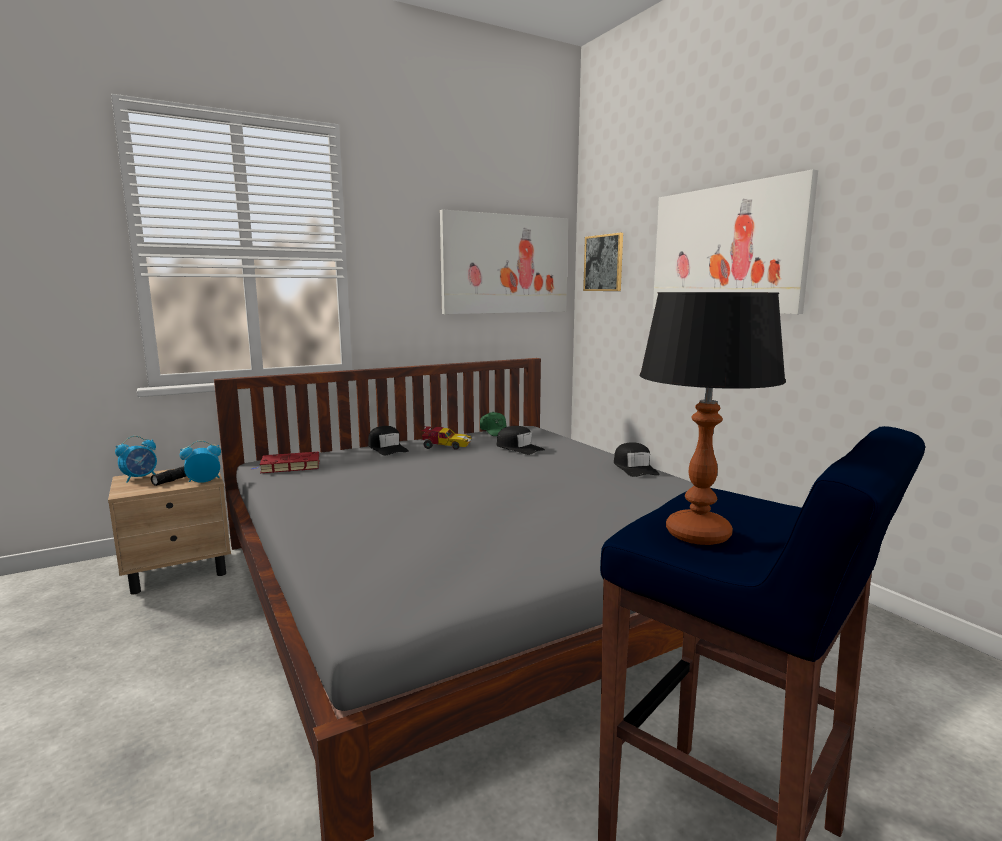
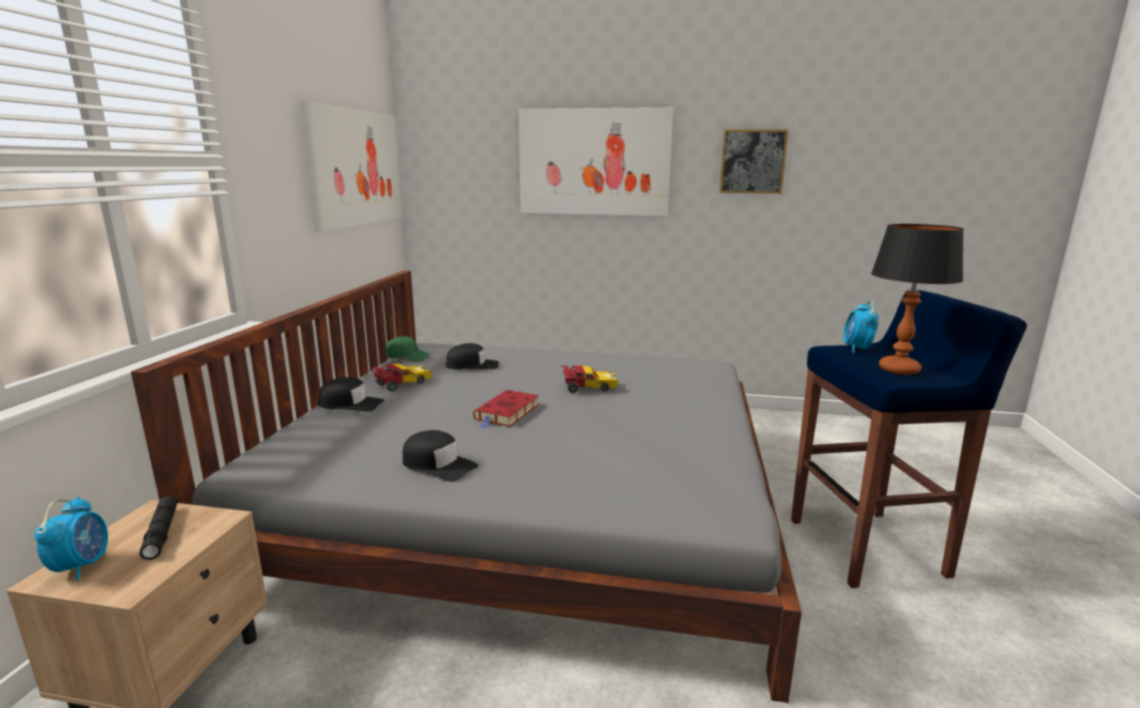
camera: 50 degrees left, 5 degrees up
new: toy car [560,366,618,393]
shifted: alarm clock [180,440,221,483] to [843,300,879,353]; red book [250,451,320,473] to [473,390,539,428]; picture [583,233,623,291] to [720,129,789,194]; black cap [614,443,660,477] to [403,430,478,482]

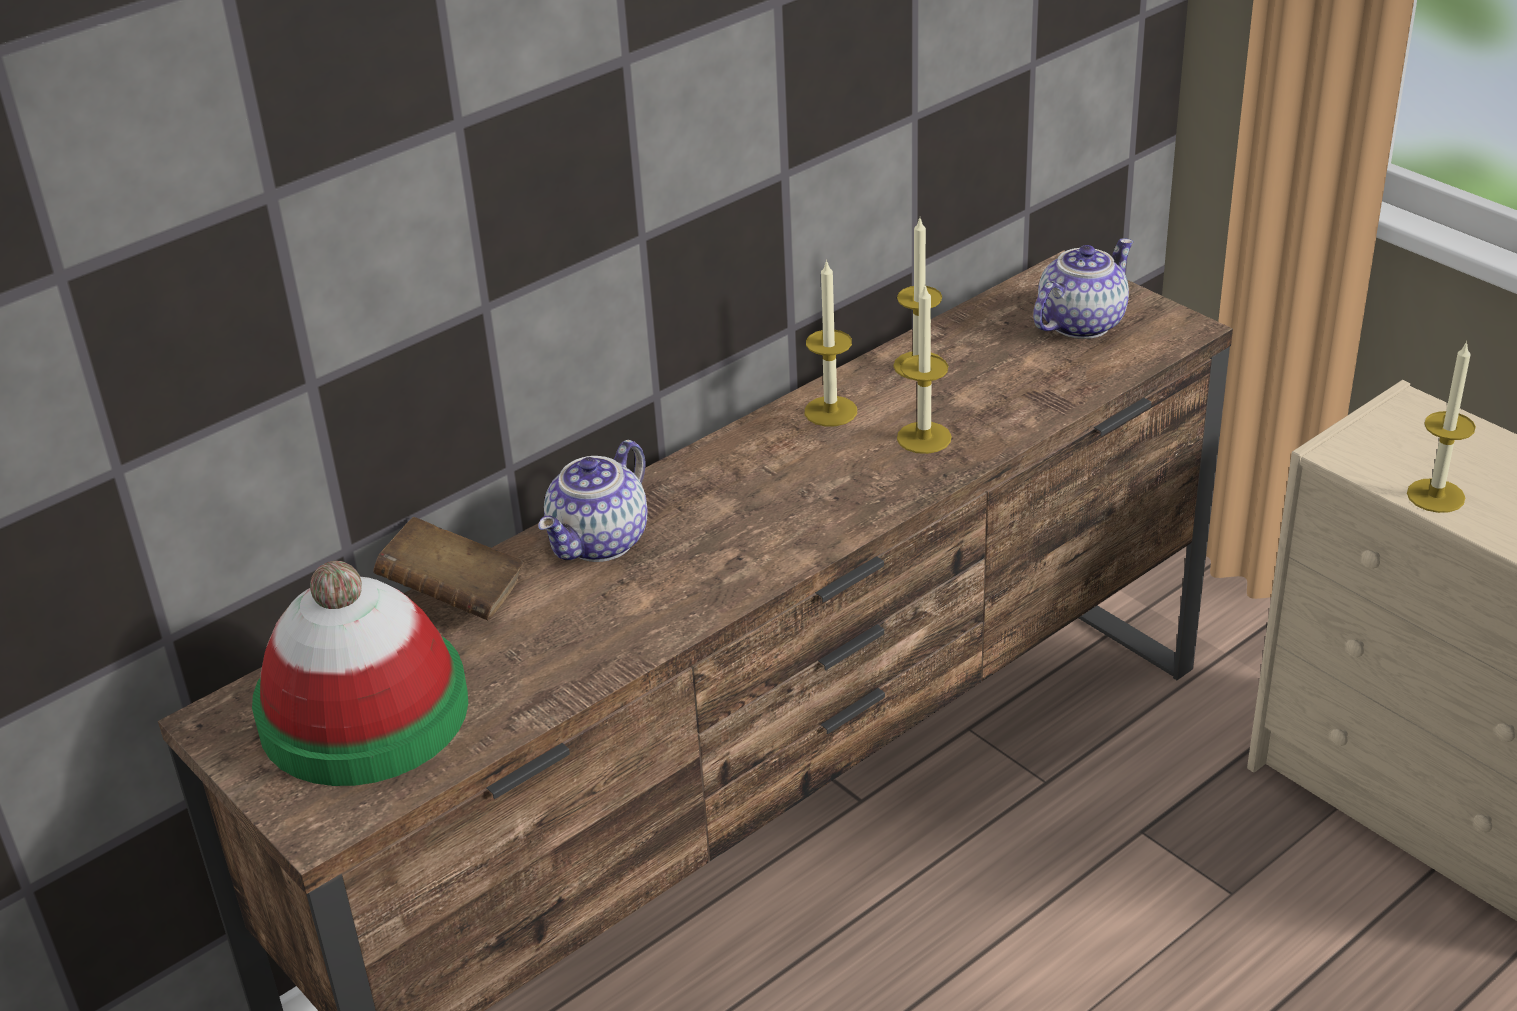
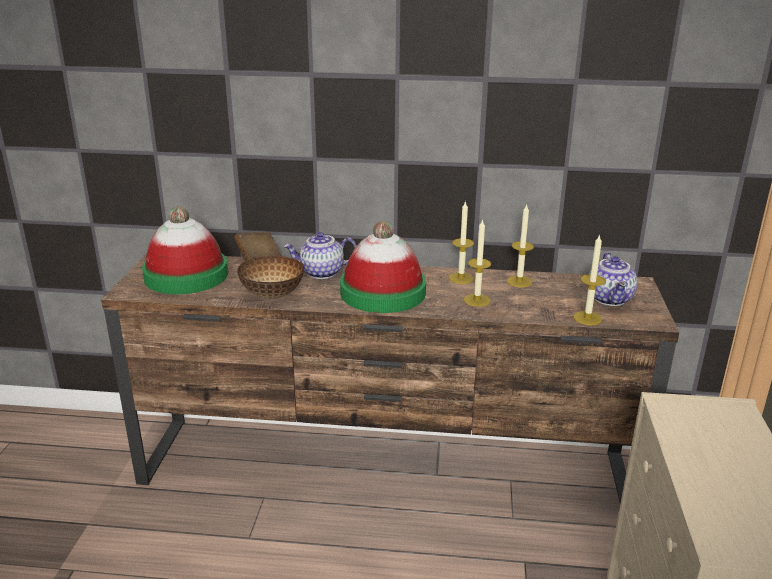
camera: 45 degrees right, 10 degrees down
new: bowl [237,256,305,299]; hat [340,221,426,313]
shifted: candle [1407,341,1476,513] to [573,234,606,325]
rotated: teapot [1033,239,1134,339] = [588,252,637,306] 90 degrees clockwise

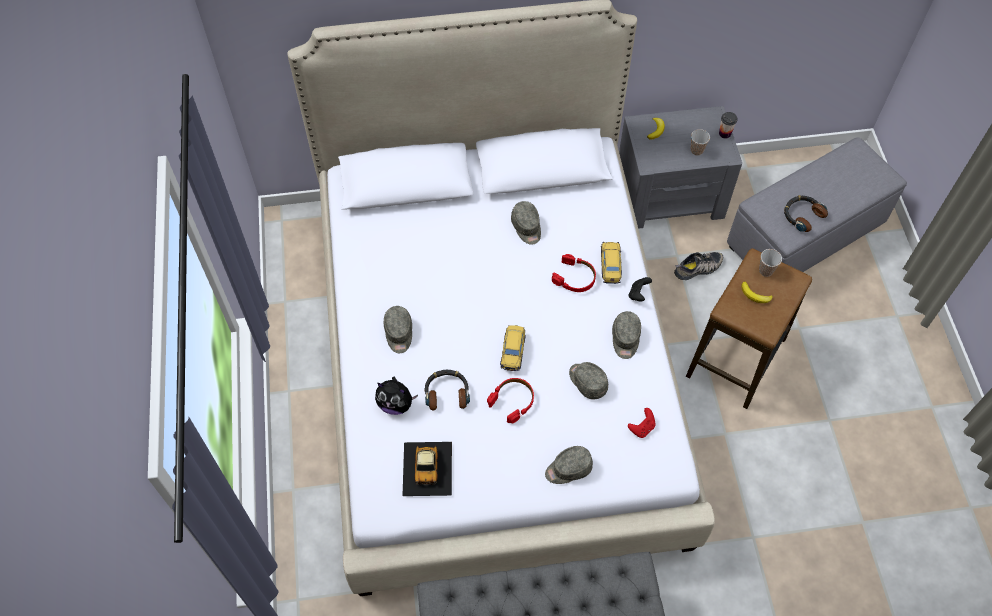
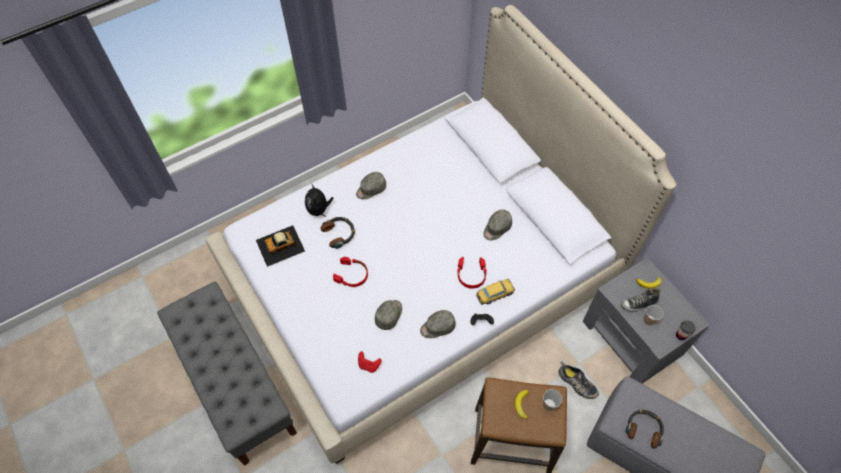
camera: 65 degrees right, 0 degrees up
gone: toy car [500,325,526,371]; grey cap [545,446,593,484]
new: shoe [621,288,661,312]

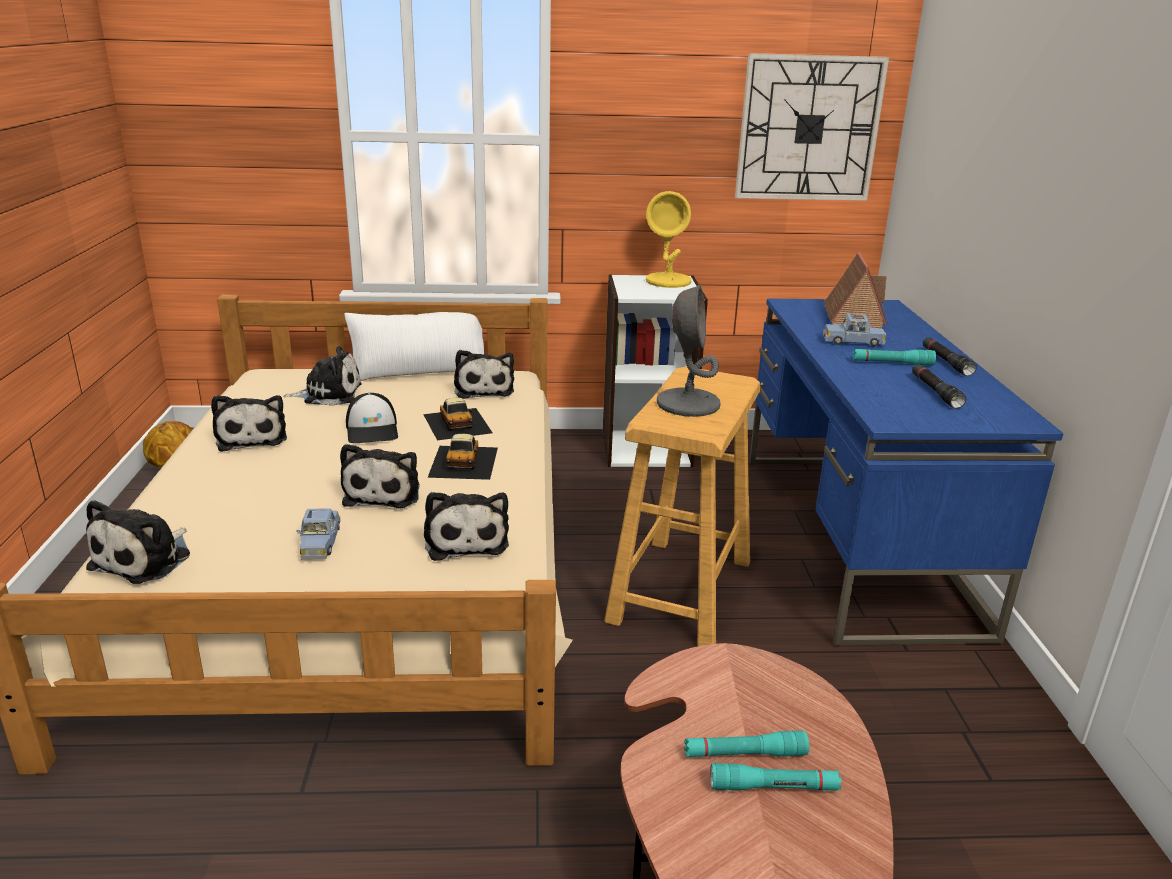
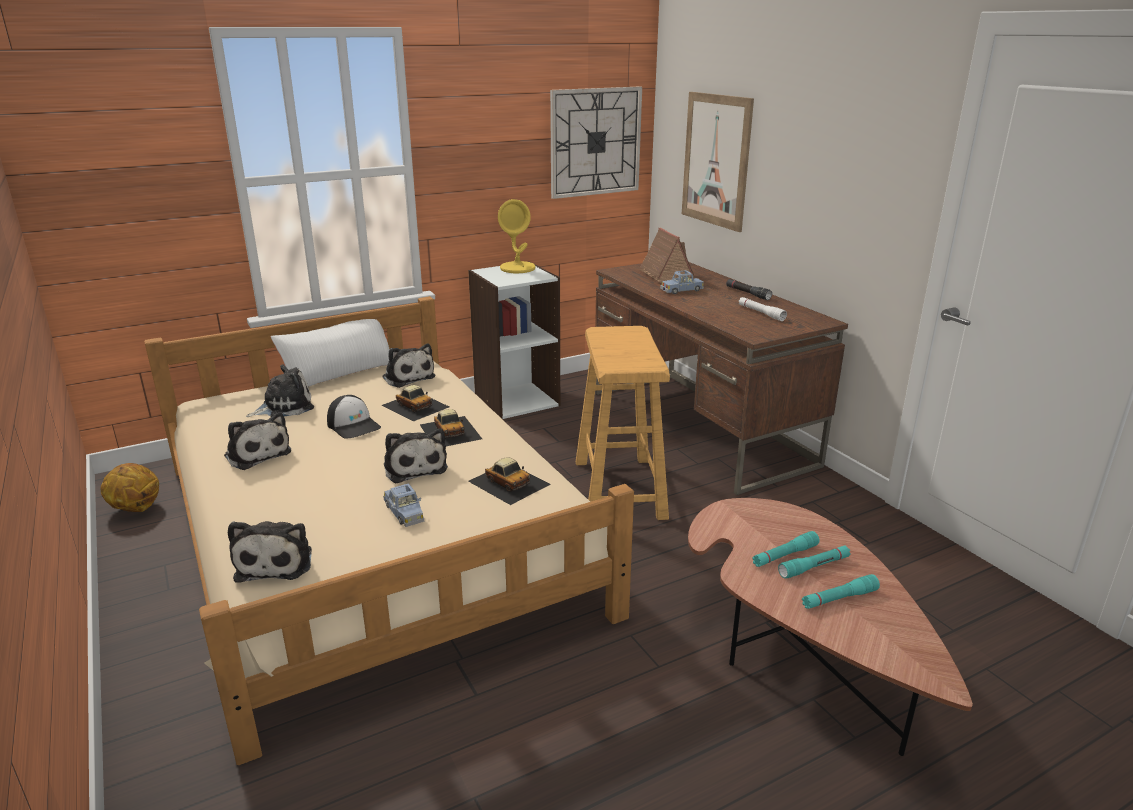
camera: 25 degrees left, 0 degrees up
gone: grey table lamp [657,285,721,417]
new: picture [682,92,754,232]
shifted: turquoise flashlight [852,349,936,366] to [802,574,880,609]
swapped: plush toy [424,492,509,561] to toy car [468,457,551,505]
repainted: blue desk [749,299,1063,645] to brown desk [595,262,848,495]; black flashlight [912,364,966,409] to white flashlight [739,297,787,321]

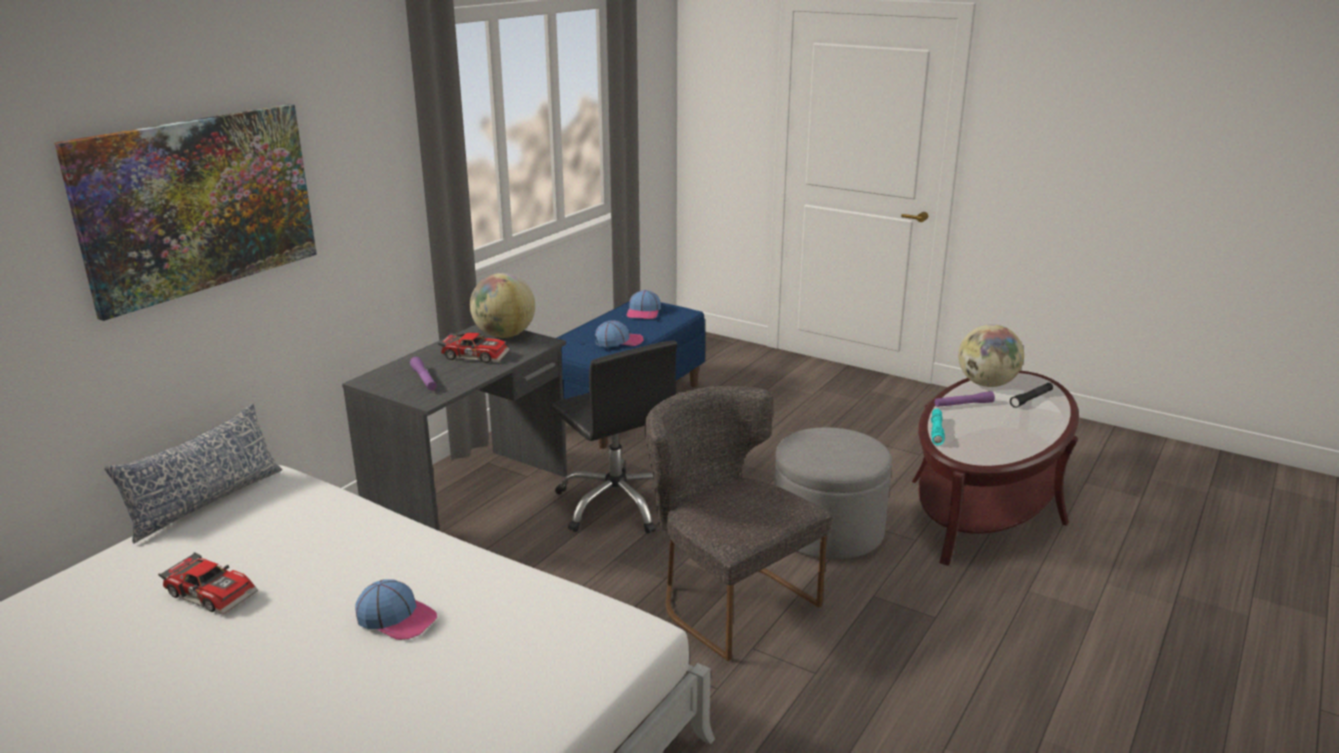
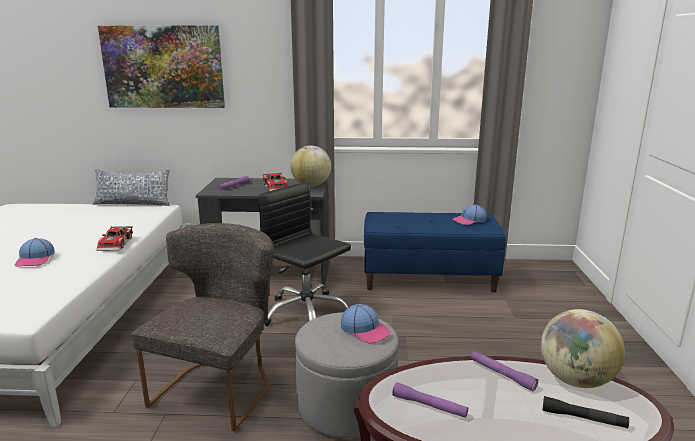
camera: 60 degrees right, 5 degrees down
gone: turquoise flashlight [931,409,945,445]
new: purple flashlight [392,382,468,418]
shifted: toy car [158,552,258,615] to [97,226,133,251]; cap [595,320,644,347] to [341,304,391,343]
rotated: black office chair [551,340,677,534] = [257,182,351,326] 105 degrees clockwise

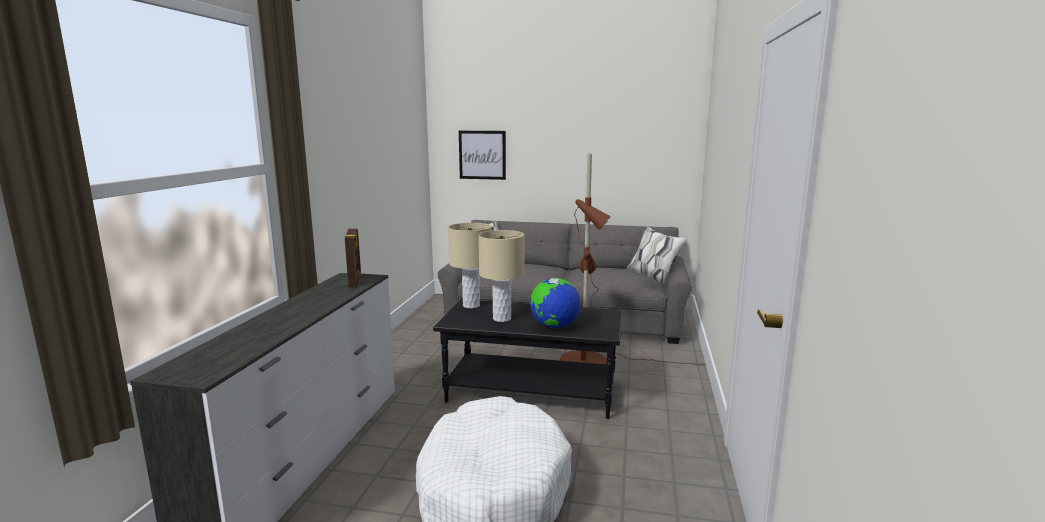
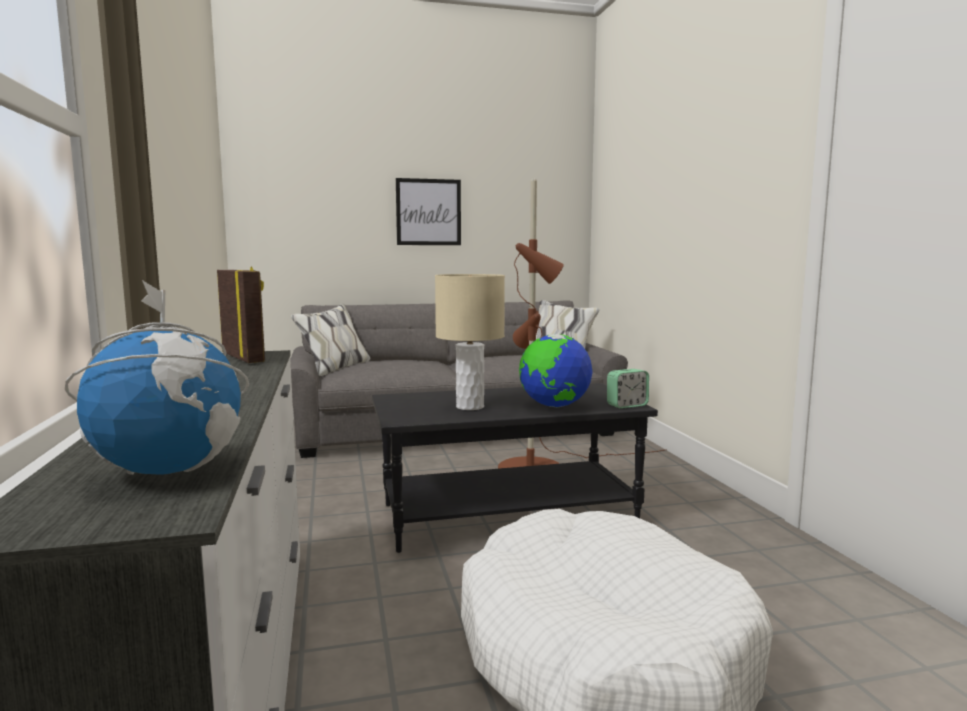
camera: 25 degrees left, 5 degrees down
gone: beige table lamp [448,223,491,308]
new: globe [65,280,249,475]; alarm clock [607,369,649,409]
shifted: picture [459,131,506,180] to [396,178,461,245]

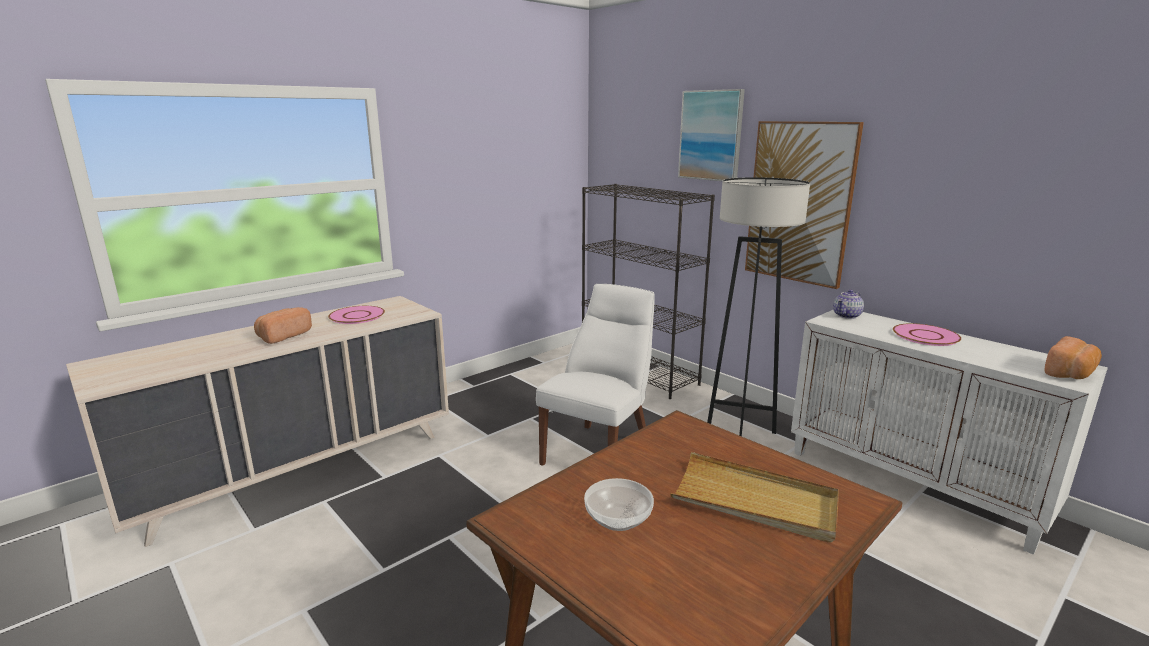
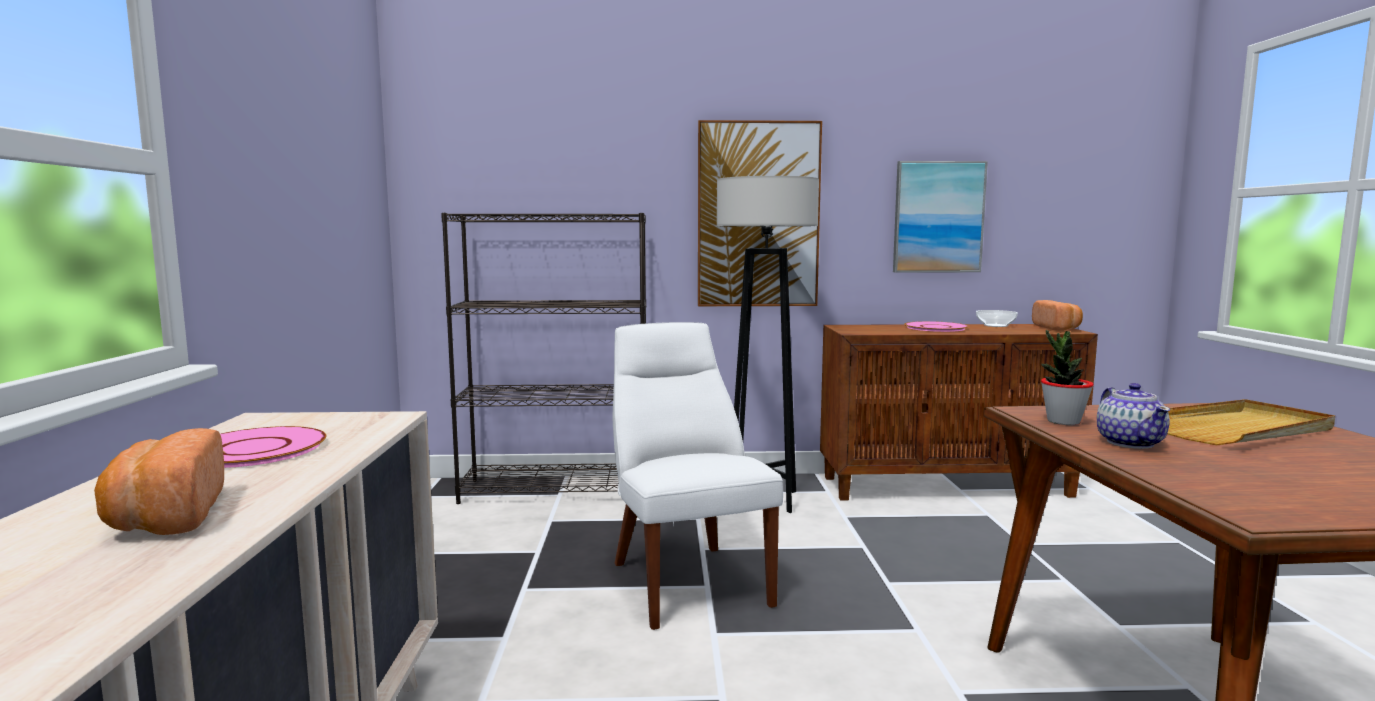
camera: 50 degrees left, 10 degrees down
new: potted plant [1041,330,1094,425]
shifted: bowl [584,478,654,531] to [976,310,1018,327]; picture [678,89,745,181] to [893,161,988,273]; teapot [833,289,864,319] to [1097,383,1170,449]
repainted: white cabinet [791,310,1108,555] to brown cabinet [820,324,1098,501]

